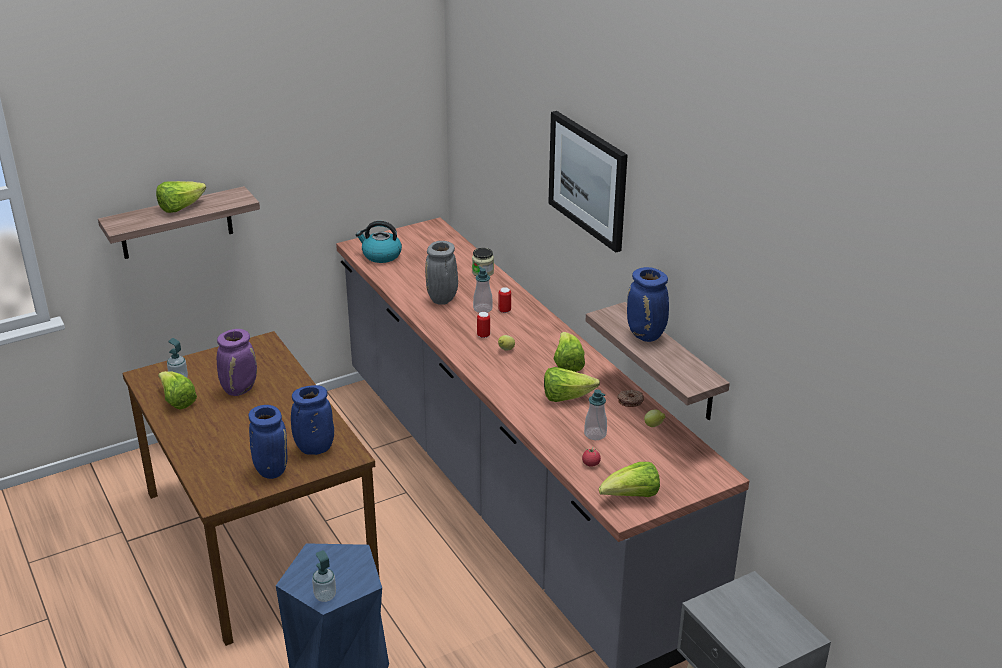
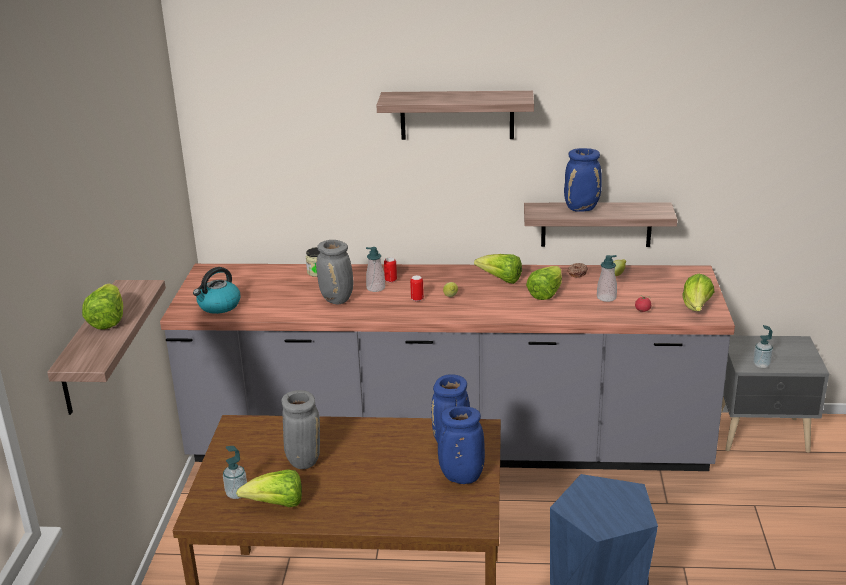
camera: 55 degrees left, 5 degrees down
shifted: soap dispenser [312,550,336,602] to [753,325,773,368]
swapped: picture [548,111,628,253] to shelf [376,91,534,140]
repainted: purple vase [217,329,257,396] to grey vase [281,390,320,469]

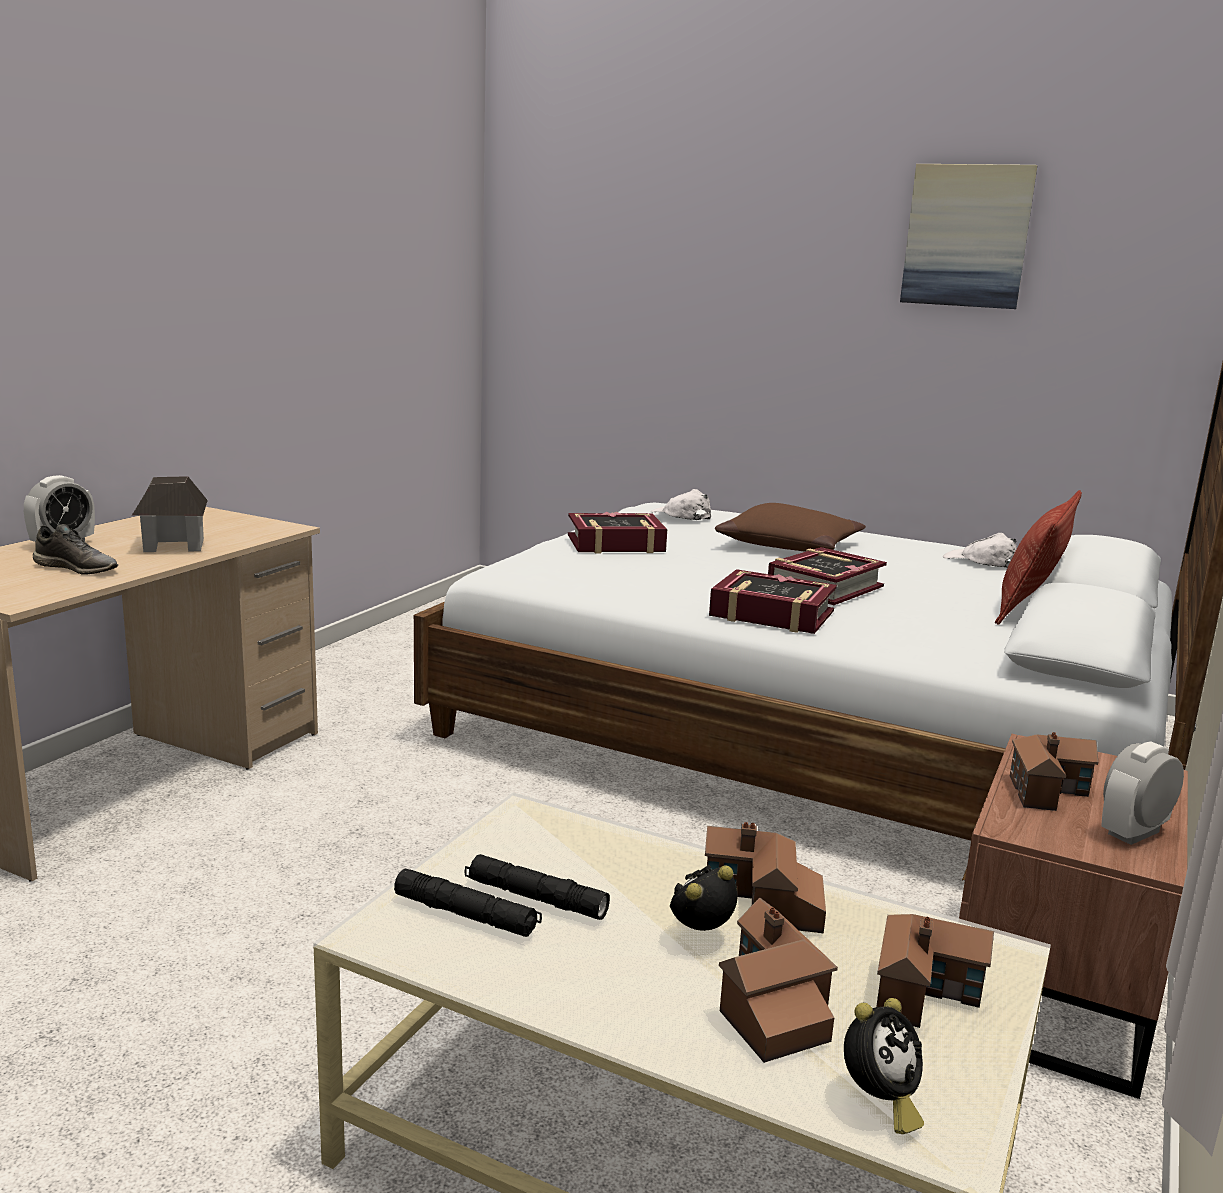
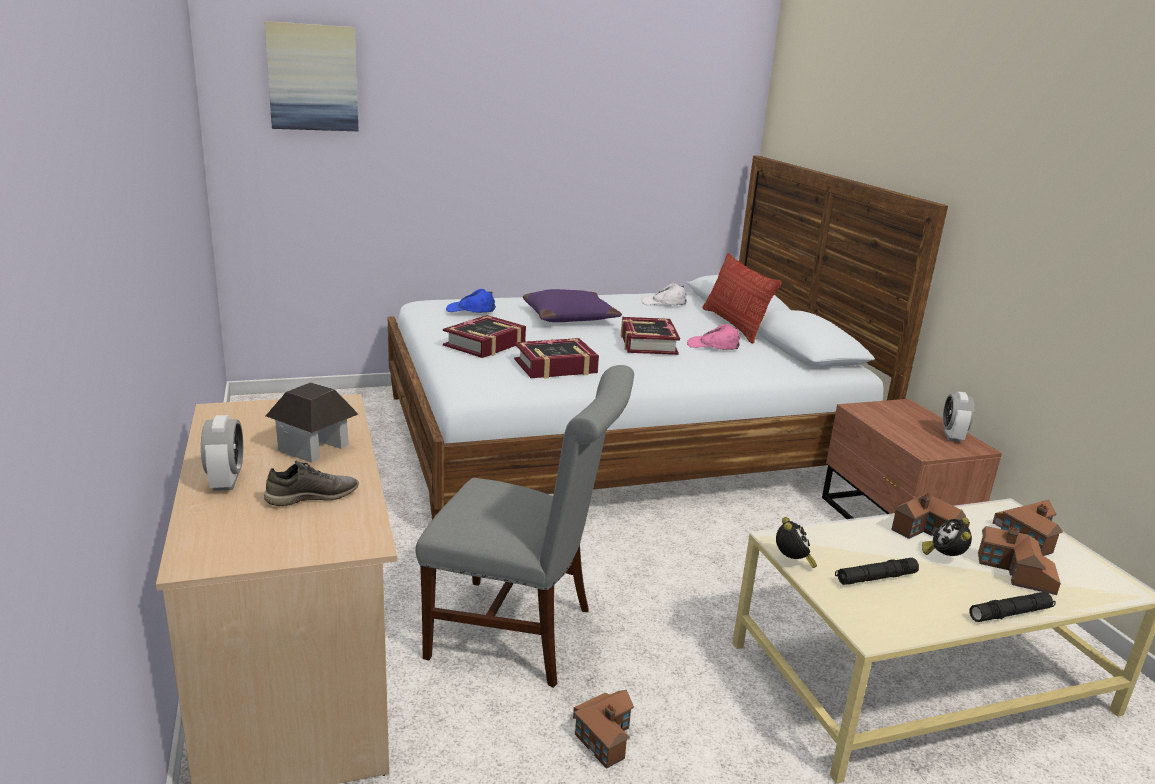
camera: 45 degrees left, 5 degrees up
new: grey chair [416,365,634,688]; pink cap [687,324,740,350]
shifted: black flashlight [394,868,542,937] to [970,592,1056,622]; book [709,569,837,634] to [514,338,599,379]; alarm clock [844,998,924,1134] to [776,517,817,568]; picture [900,164,1037,309] to [264,21,359,131]; toy house [1010,732,1098,811] to [573,690,634,769]
repainted: white cap [650,489,711,520] to blue cap [446,289,496,313]; brown pillow [715,503,866,552] to purple pillow [523,289,622,322]

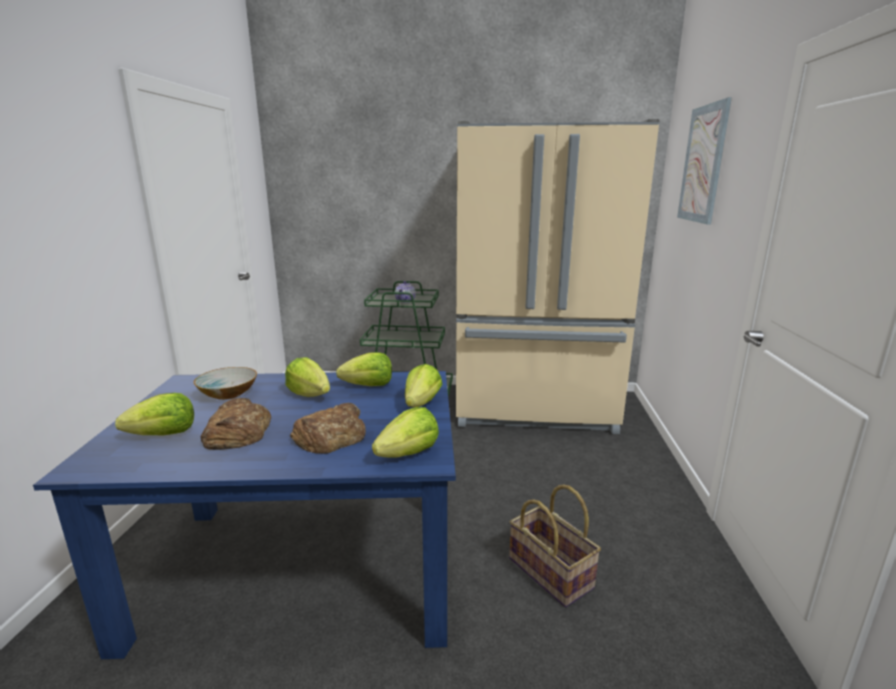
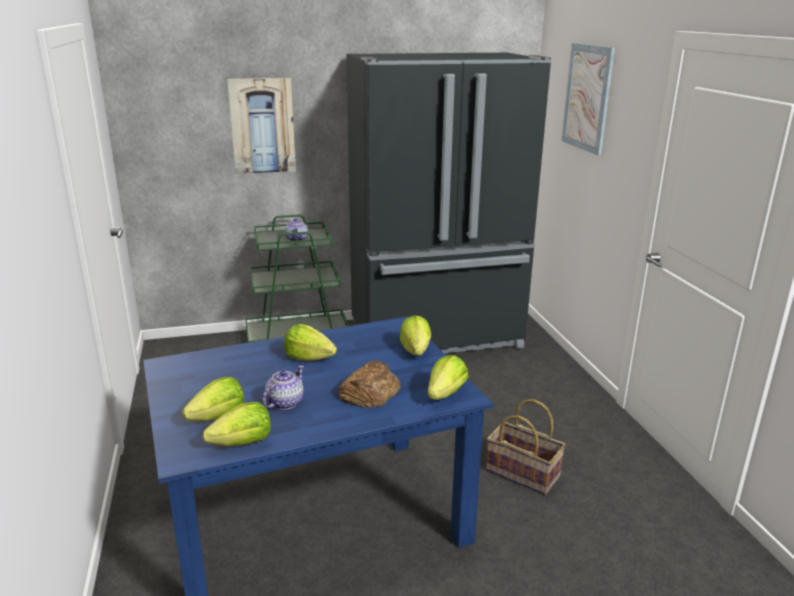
camera: 20 degrees left, 5 degrees up
gone: bowl [194,367,257,400]
new: picture [227,78,296,174]
shifted: lettuce [336,352,392,386] to [202,402,271,446]
swapped: bread [201,398,271,450] to teapot [262,365,304,410]
repainted: beige fridge [456,119,660,434] to black fridge [346,53,552,353]

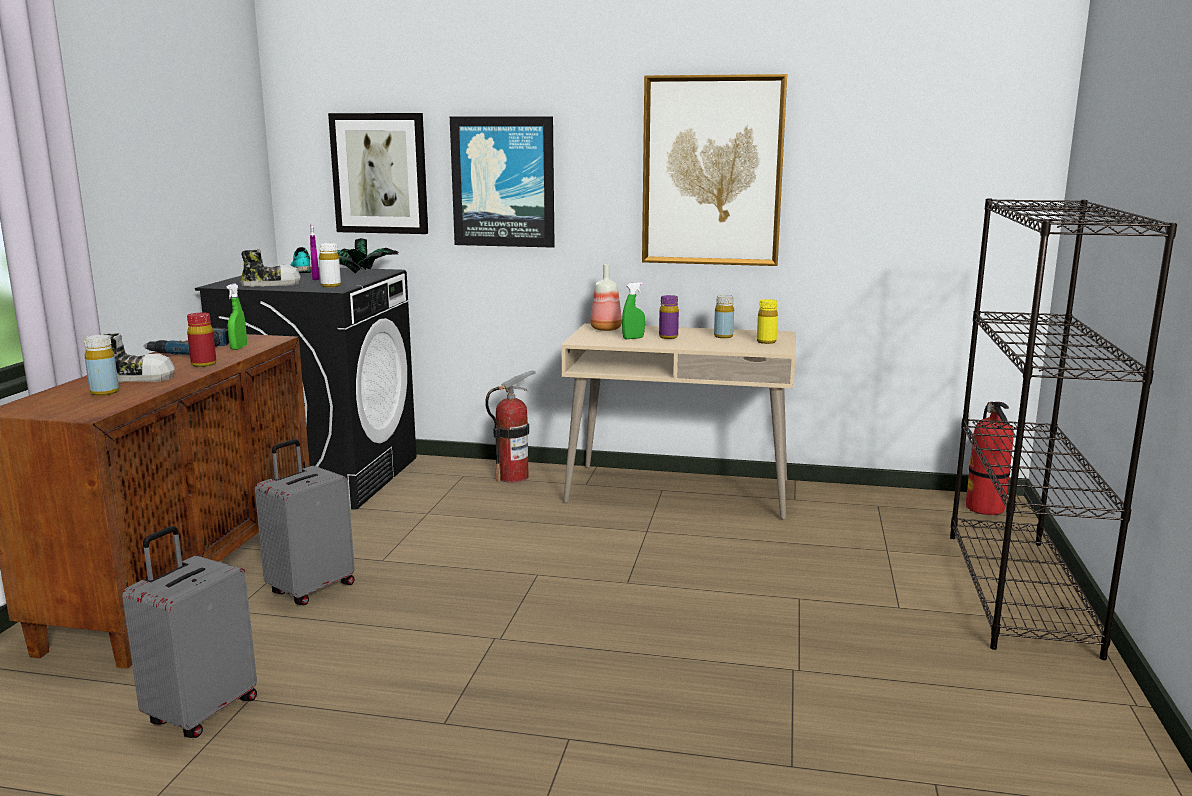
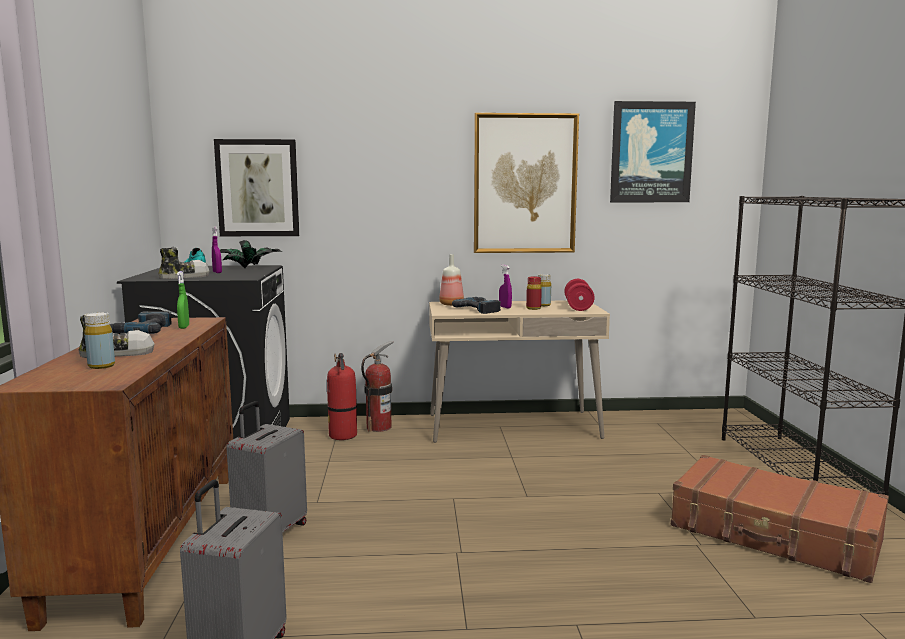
camera: 15 degrees left, 5 degrees down
gone: white bottle [319,243,341,287]
new: brown suitcase [671,455,889,583]
shifted: red bottle [187,313,216,367] to [526,277,542,310]; picture [450,116,555,248] to [610,101,696,202]; fire extinguisher [966,402,1014,515] to [327,353,357,440]
swapped: green spray bottle [622,282,645,339] to power drill [452,297,501,314]; purple bottle [659,295,679,339] to purple spray bottle [499,265,512,309]; yellow bottle [757,299,778,344] to red dumbbell [564,279,594,311]

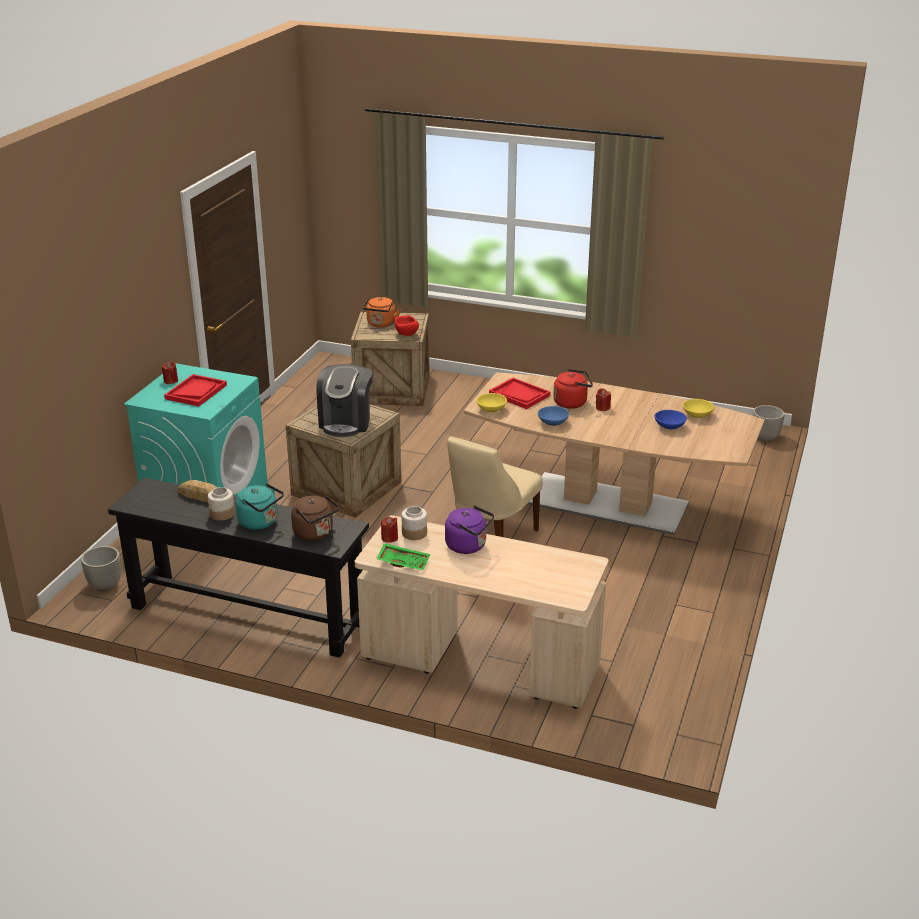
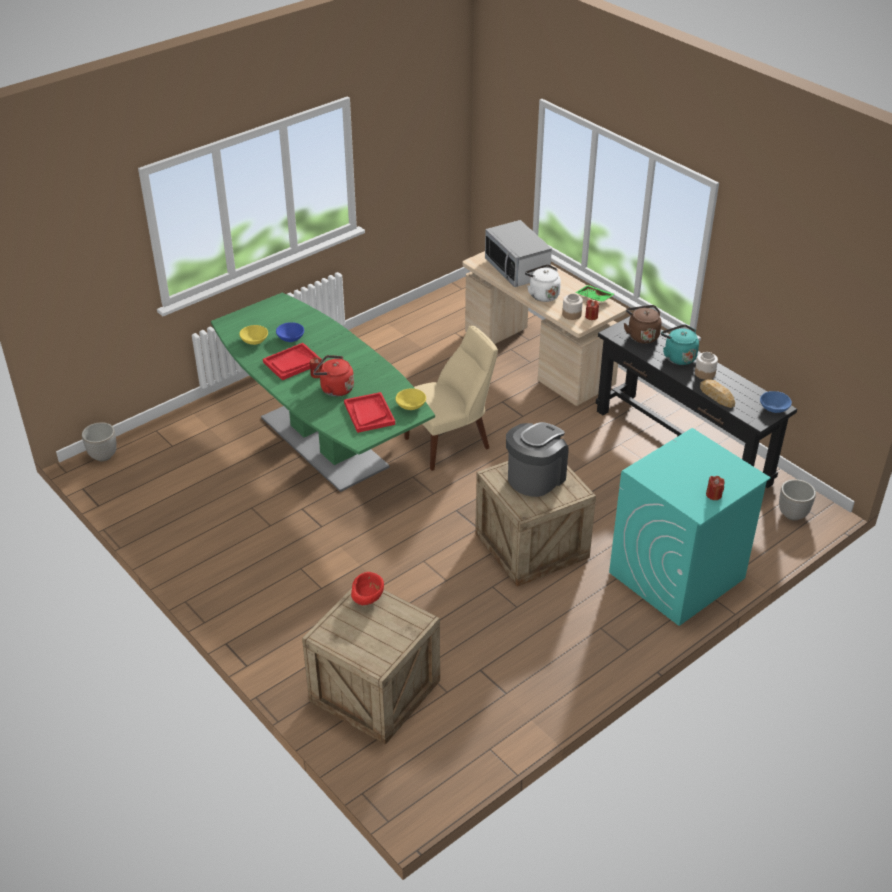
camera: 150 degrees left, 10 degrees up
gone: orange kettle [363,297,401,328]
new: microwave [485,220,552,287]
shifted: red tray [164,374,227,407] to [263,343,321,380]; blue bowl [538,406,569,426] to [760,391,792,413]
repainted: purple kettle [445,505,494,554] to white kettle [525,264,561,302]; brown dining table [464,372,765,535] to green dining table [211,292,435,492]

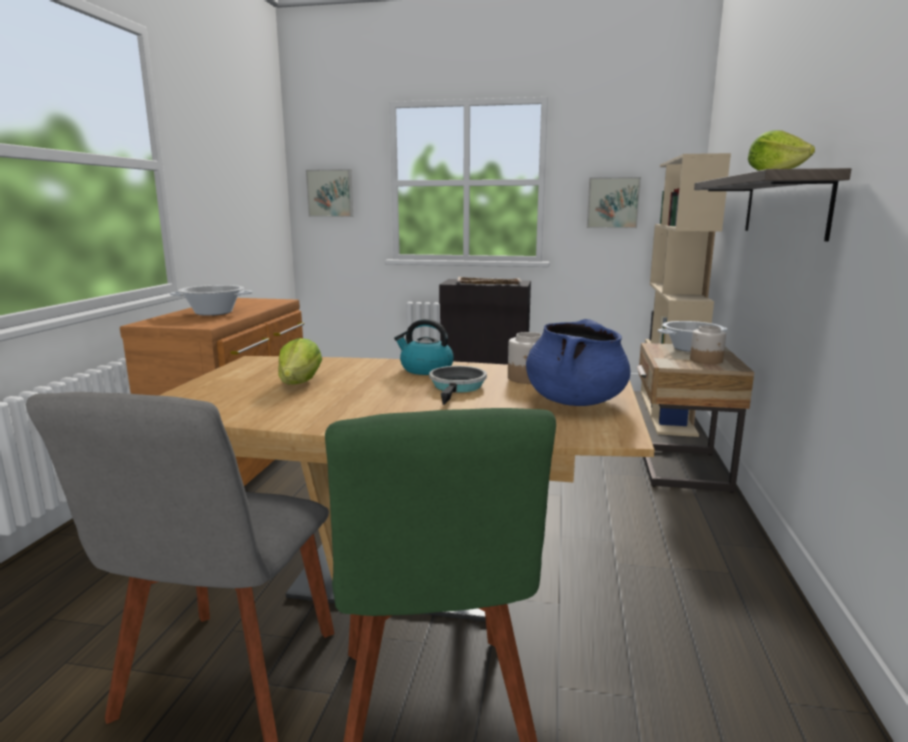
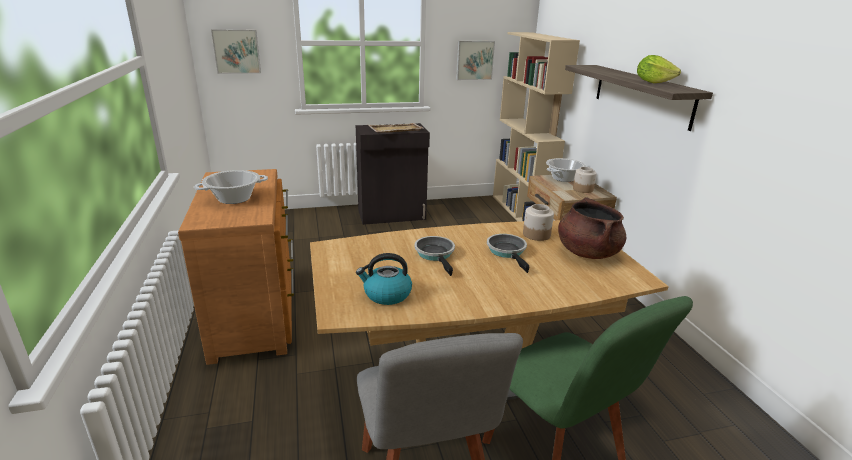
camera: 25 degrees left, 10 degrees up
gone: lettuce [278,338,322,385]
new: frying pan [414,236,455,276]
shifted: kettle [394,319,454,375] to [356,253,412,305]
repainted: blue cooking pot [526,319,631,406] to brown cooking pot [558,197,626,259]

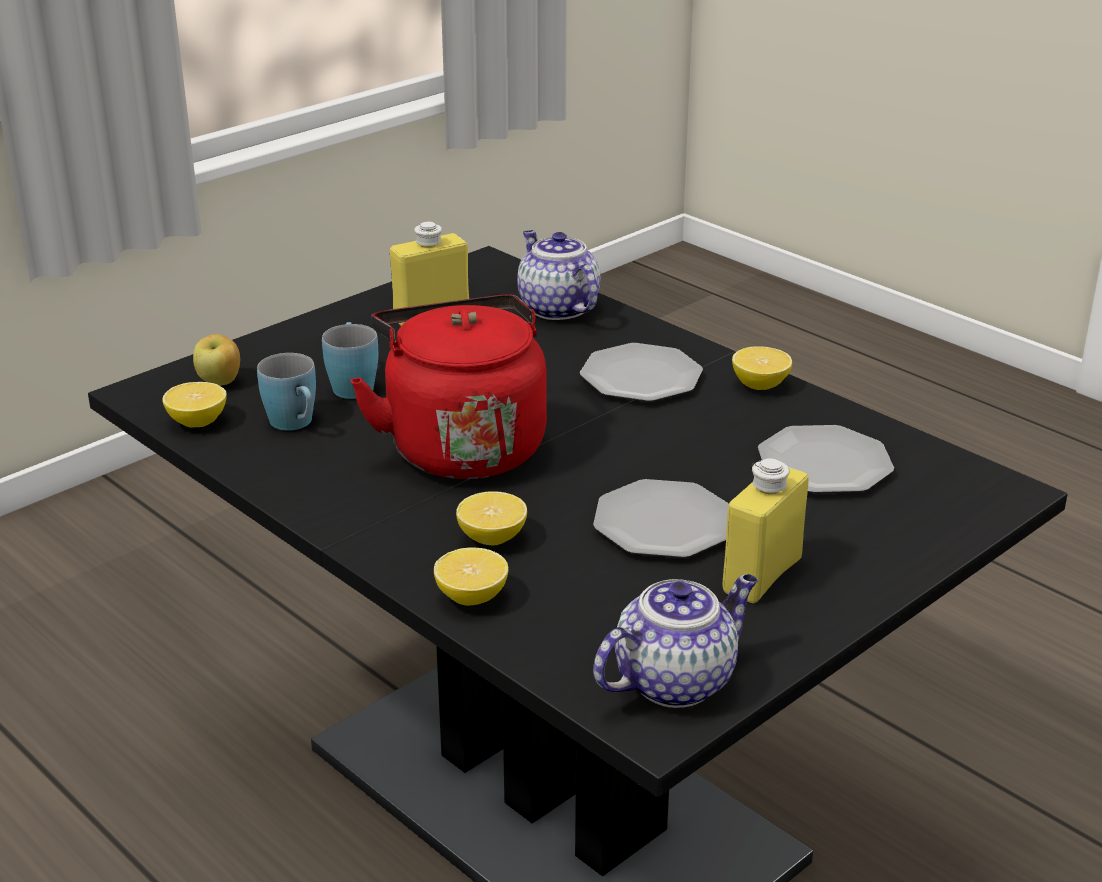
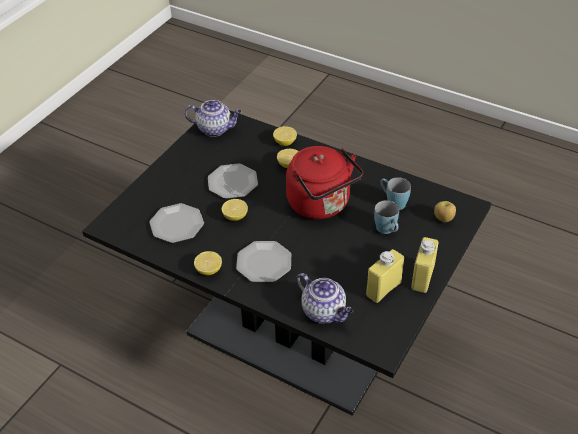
camera: 165 degrees right, 15 degrees up
shifted: lemon [163,382,227,428] to [222,199,248,221]; yellow bottle [723,458,809,603] to [411,237,438,293]
rotated: teapot [593,574,758,708] = [184,100,242,137] 120 degrees counterclockwise

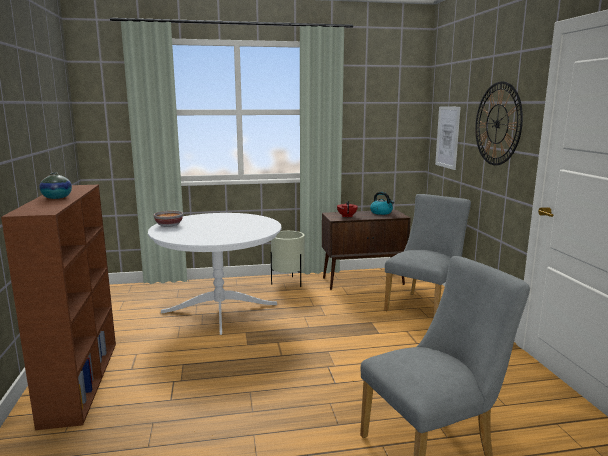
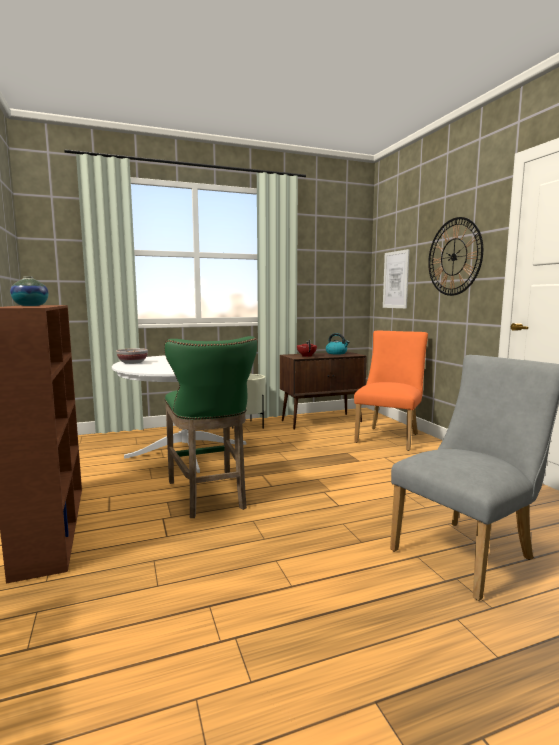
camera: 10 degrees left, 5 degrees down
new: green stool [164,336,257,518]
repainted: grey chair [384,194,471,316] to orange chair [354,331,428,451]

